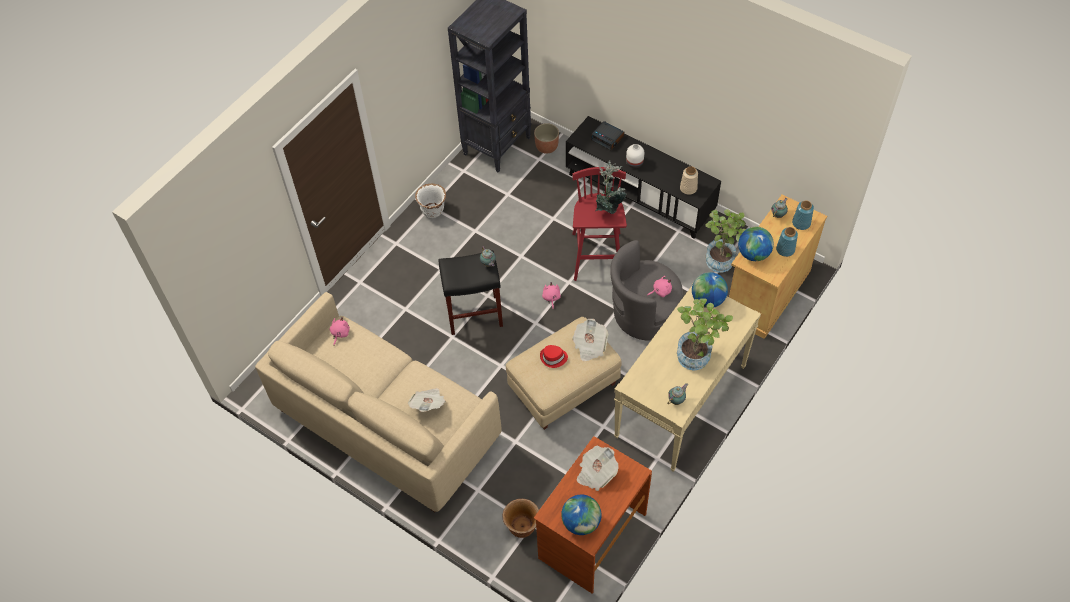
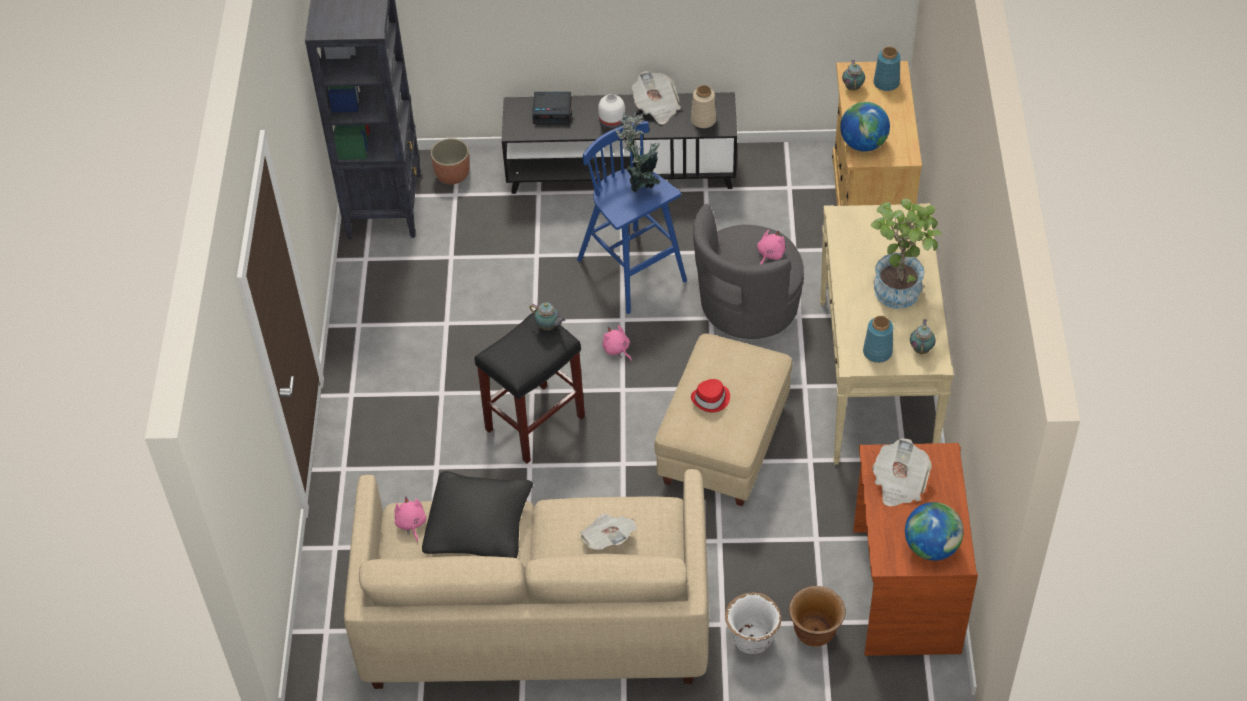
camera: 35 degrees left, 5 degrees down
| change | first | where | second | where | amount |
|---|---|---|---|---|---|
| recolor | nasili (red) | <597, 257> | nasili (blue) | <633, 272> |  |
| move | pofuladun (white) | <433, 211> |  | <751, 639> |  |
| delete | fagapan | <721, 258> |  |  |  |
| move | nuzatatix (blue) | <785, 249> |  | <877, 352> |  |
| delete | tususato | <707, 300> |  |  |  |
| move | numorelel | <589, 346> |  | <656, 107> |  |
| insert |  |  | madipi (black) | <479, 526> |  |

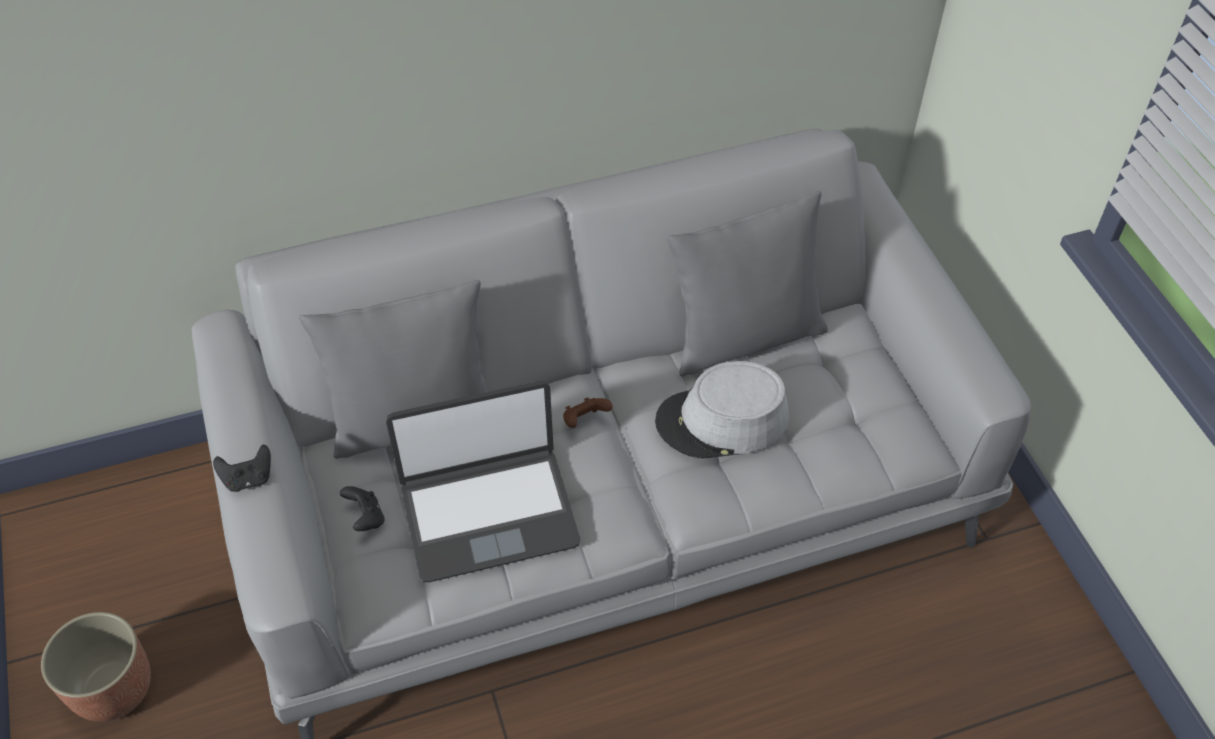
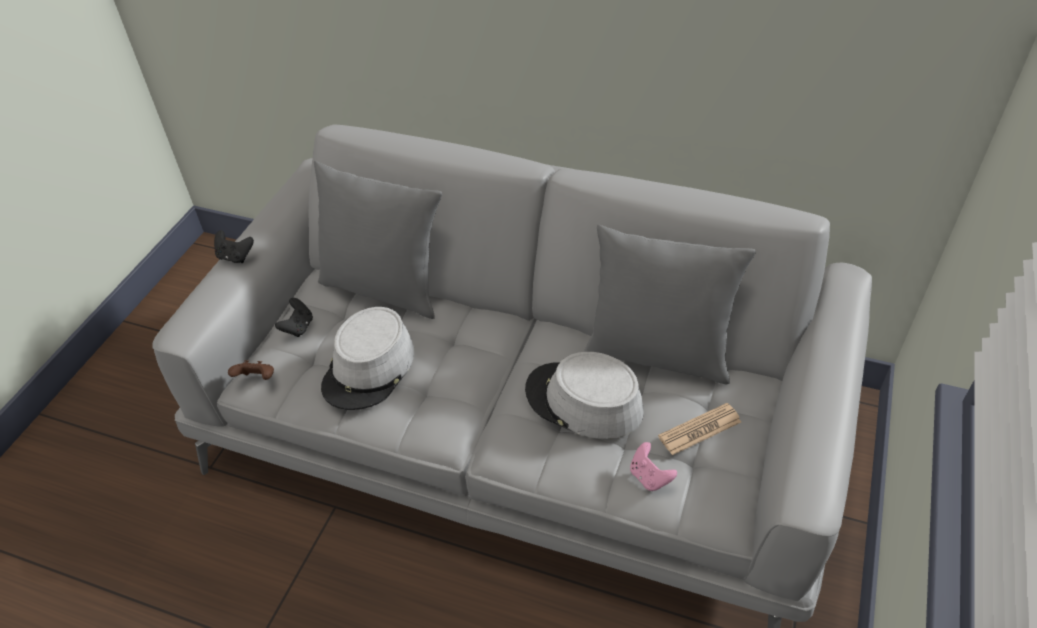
camera: 40 degrees right, 5 degrees down
| change | first | where | second | where | amount |
|---|---|---|---|---|---|
| replace | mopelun | <488, 513> | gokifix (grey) | <369, 368> |  |
| move | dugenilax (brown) | <585, 420> |  | <257, 379> |  |
| delete | pofuladun | <112, 689> |  |  |  |
| insert |  |  | numorelel | <699, 429> |  |
| insert |  |  | dugenilax (pink) | <649, 477> |  |

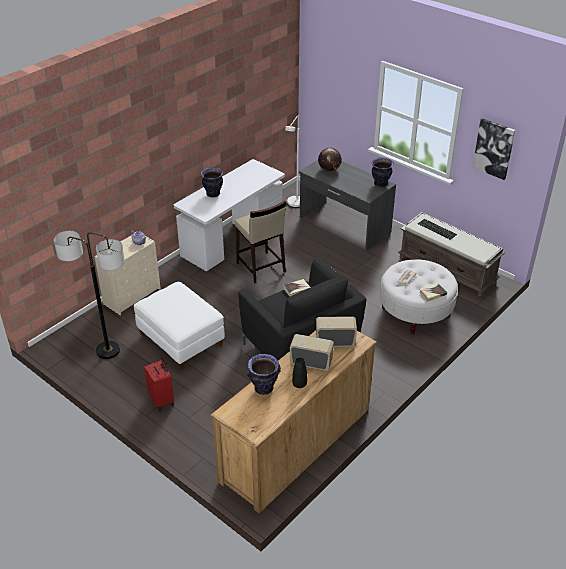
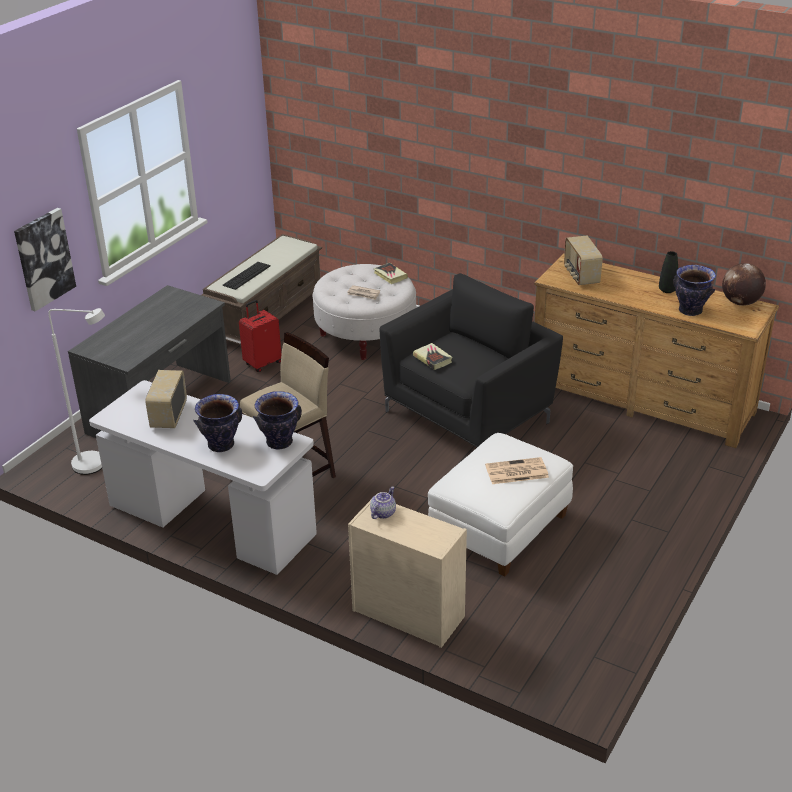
camera: 100 degrees left, 5 degrees down
| change | first | where | second | where | amount |
|---|---|---|---|---|---|
| move | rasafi | <494, 148> |  | <44, 259> |  |
| move | tususato | <329, 169> |  | <740, 303> |  |
| move | nuzatatix | <380, 184> |  | <279, 443> |  |
| delete | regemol | <108, 350> |  |  |  |
| move | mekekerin | <311, 362> |  | <168, 415> |  |
| move | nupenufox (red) | <162, 400> |  | <262, 363> |  |
| insert |  |  | numorelel | <516, 472> |  |

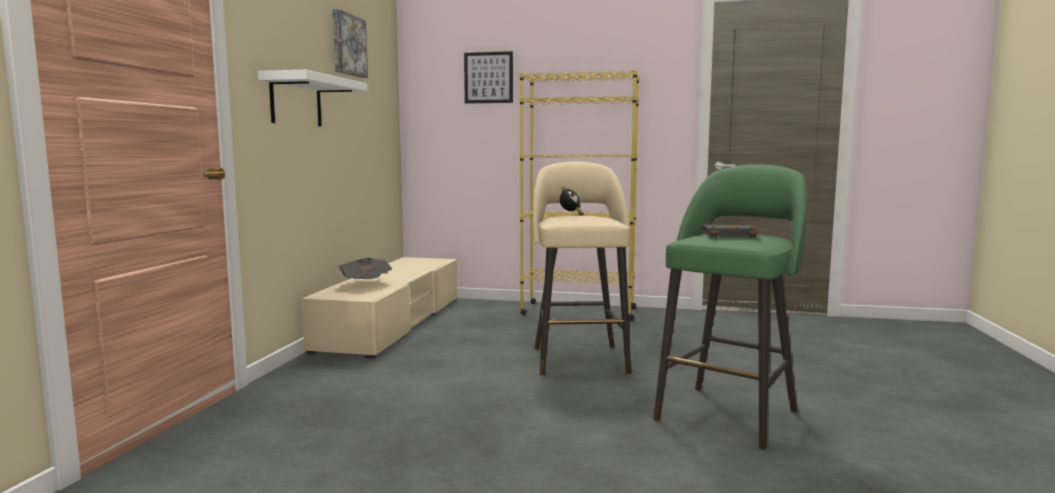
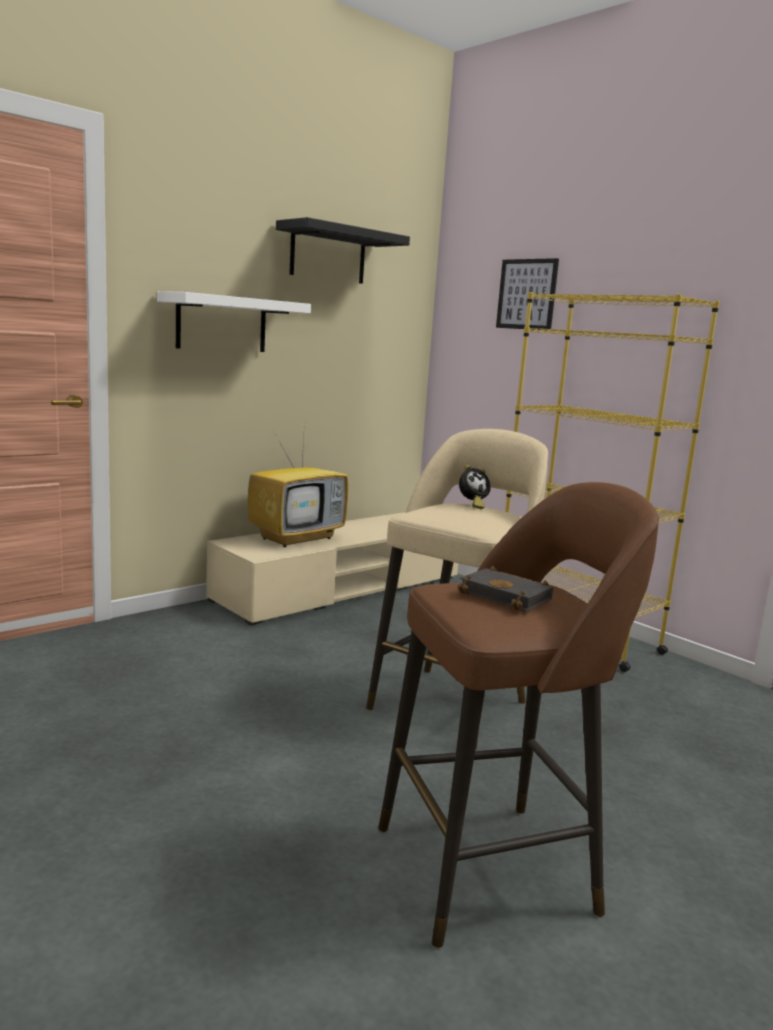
camera: 35 degrees right, 5 degrees up
| change | first | where | second | where | amount |
|---|---|---|---|---|---|
| replace | rasafi | <347, 45> | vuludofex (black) | <328, 254> |  |
| recolor | nasili (green) | <728, 414> | nasili (brown) | <491, 868> |  |
| replace | numorelel | <366, 284> | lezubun | <297, 538> |  |

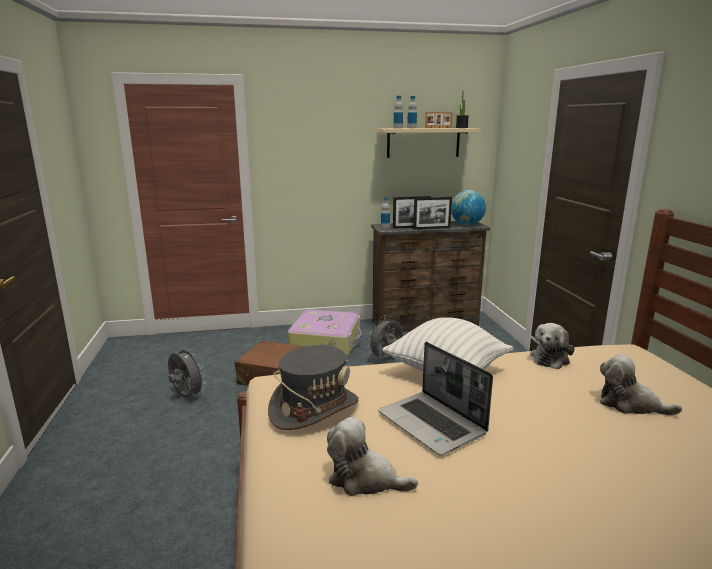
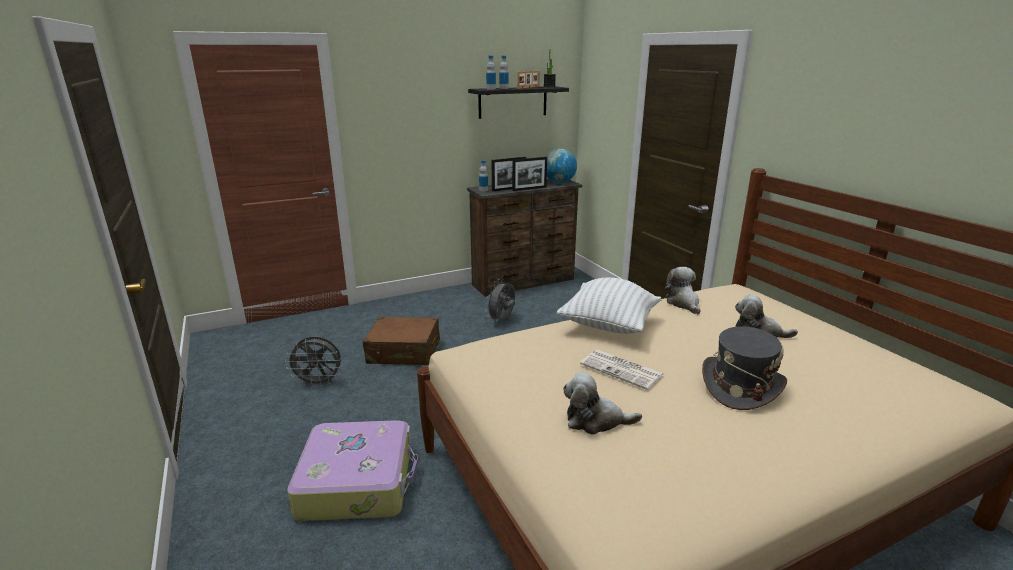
camera: 15 degrees left, 5 degrees up
| change | first | where | second | where | amount |
|---|---|---|---|---|---|
| recolor | vuludofex (beige) | <423, 142> | vuludofex (black) | <513, 102> |  |
| move | nupenufox | <326, 342> |  | <358, 482> |  |
| rotate | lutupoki | <550, 358> |  | <683, 303> | 150 degrees clockwise |
| replace | mopelun | <433, 424> | numorelel | <623, 370> |  |
| move | gokifix (grey) | <314, 408> |  | <740, 386> |  |
| rotate | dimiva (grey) | <186, 396> |  | <319, 383> | 150 degrees clockwise |

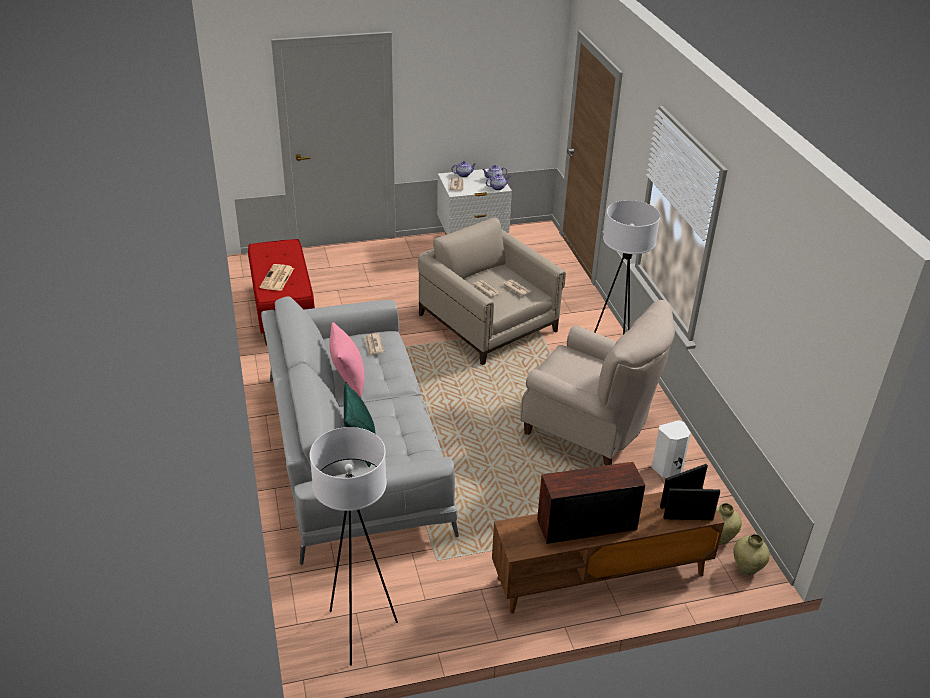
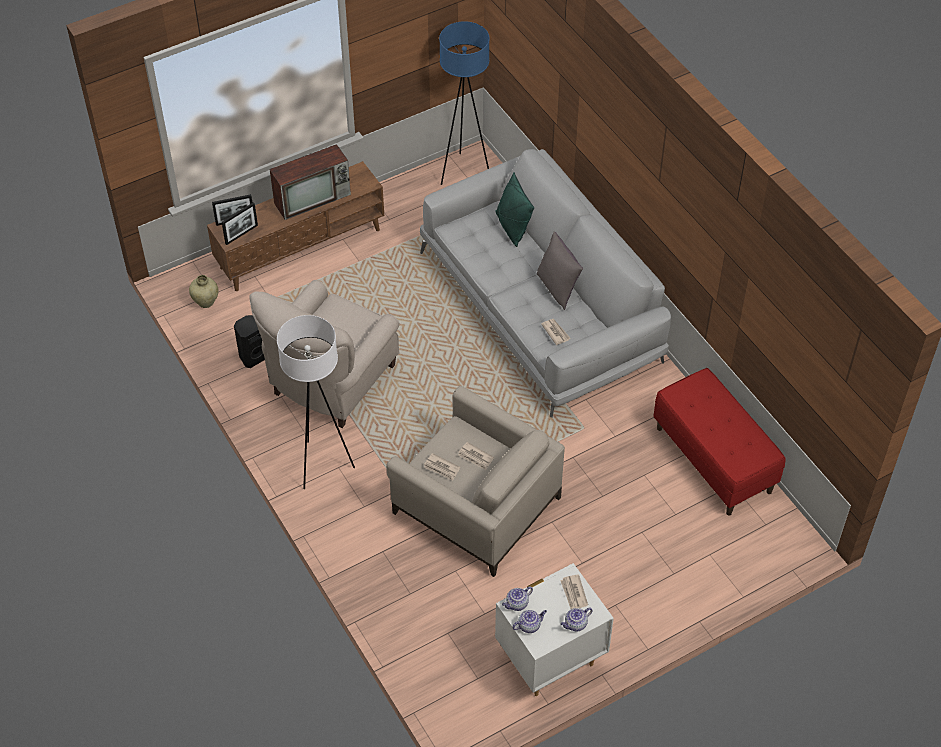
camera: 165 degrees right, 15 degrees up
| change | first | where | second | where | amount |
|---|---|---|---|---|---|
| delete | numorelel | <277, 278> |  |  |  |
| rotate | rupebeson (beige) | <590, 430> |  | <331, 383> | 75 degrees counterclockwise |
| recolor | madipi (pink) | <348, 381> | madipi (grey) | <557, 288> |  |
| recolor | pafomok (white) | <667, 469> | pafomok (black) | <253, 356> |  |
| recolor | regemol (white) | <358, 631> | regemol (blue) | <464, 173> |  |
| delete | nuzatatix (beige) | <746, 568> |  |  |  |

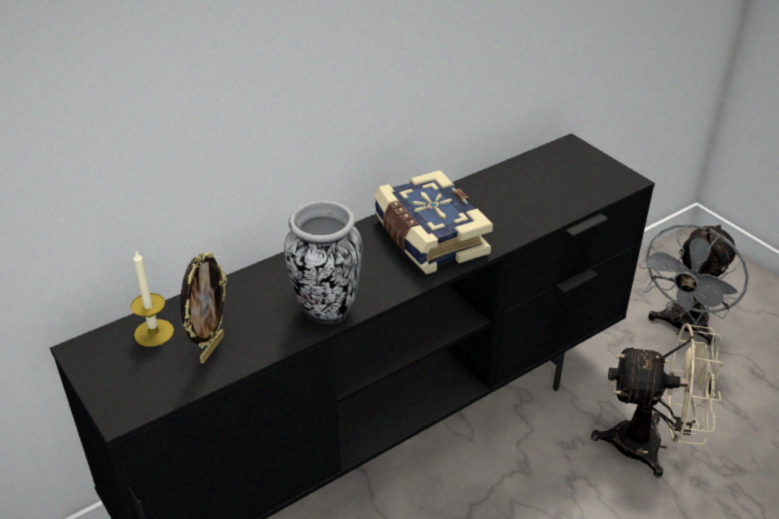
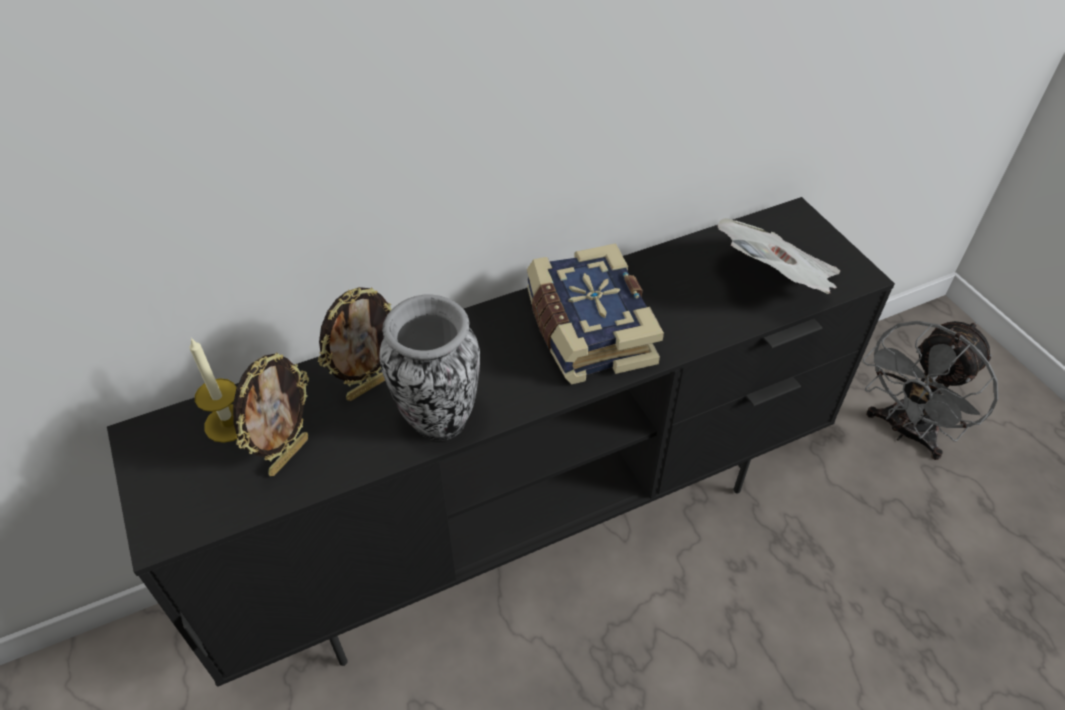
camera: 10 degrees right, 10 degrees up
| change | first | where | second | where | amount |
|---|---|---|---|---|---|
| delete | dimiva (beige) | <650, 446> |  |  |  |
| insert |  |  | numorelel | <776, 281> |  |
| insert |  |  | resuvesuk | <369, 386> |  |

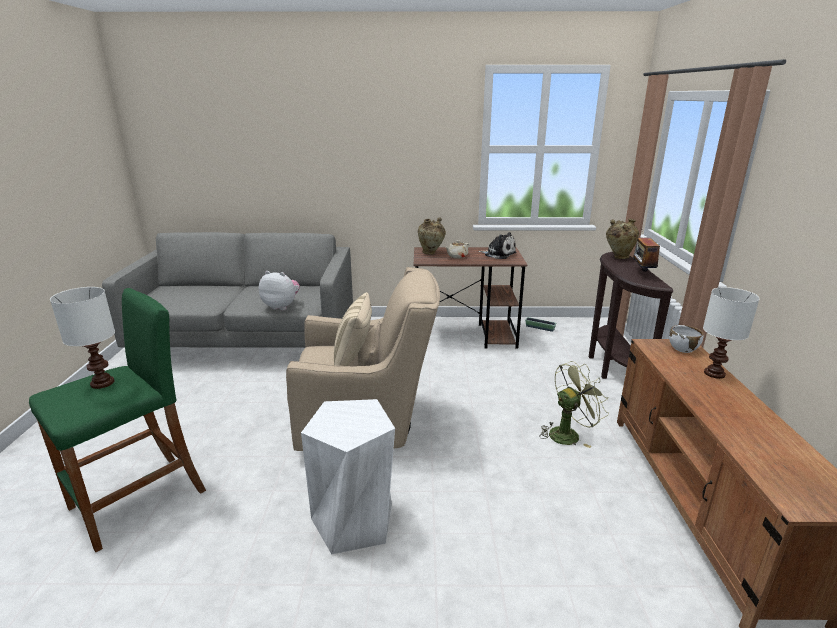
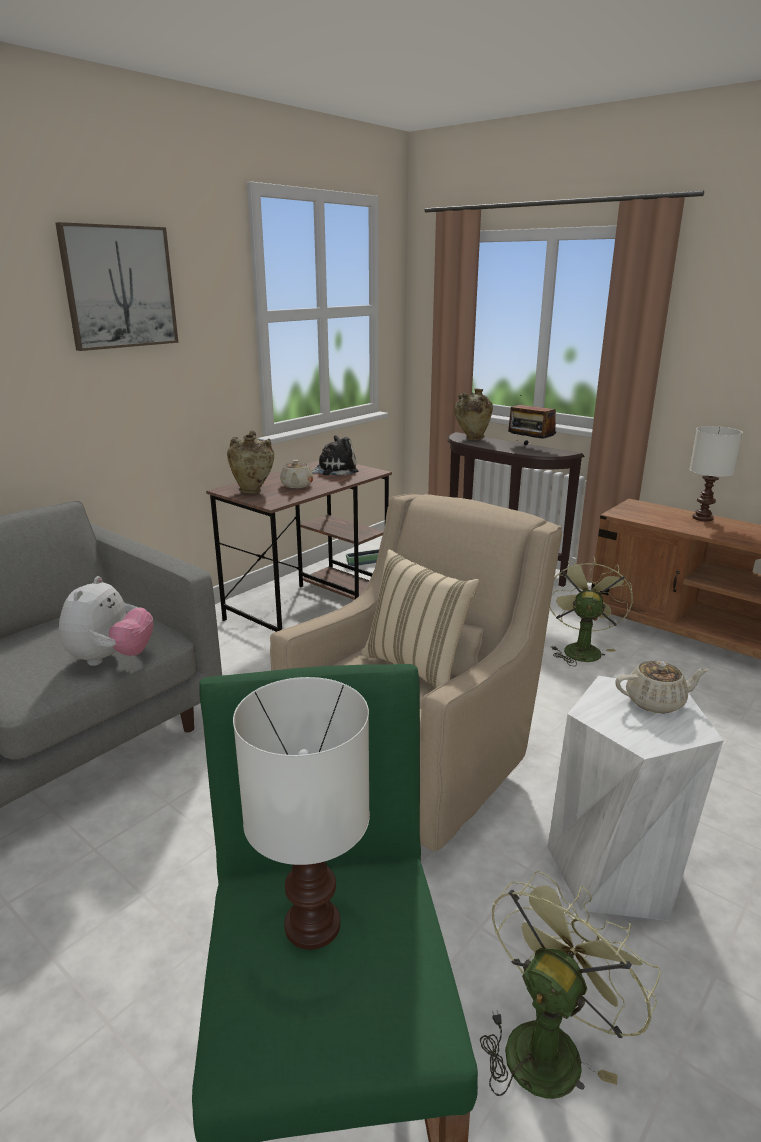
camera: 50 degrees left, 0 degrees up
| change | first | where | second | where | amount |
|---|---|---|---|---|---|
| rotate | lutupoki | <282, 306> |  | <111, 659> | 135 degrees clockwise |
| delete | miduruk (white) | <683, 349> |  |  |  |
| insert |  |  | rasafi | <119, 287> |  |
| insert |  |  | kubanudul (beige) | <656, 702> |  |
| insert |  |  | dimiva (green) | <548, 1043> |  |

